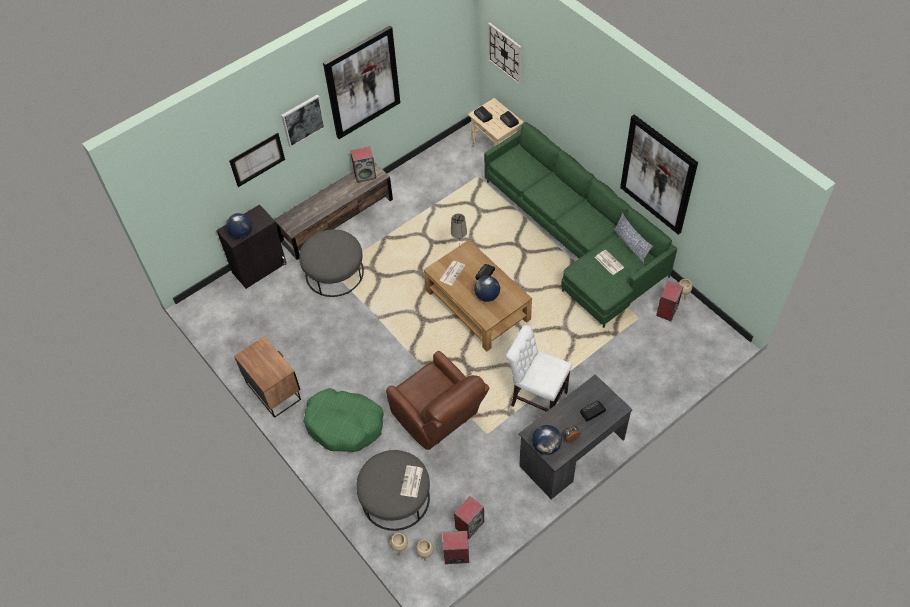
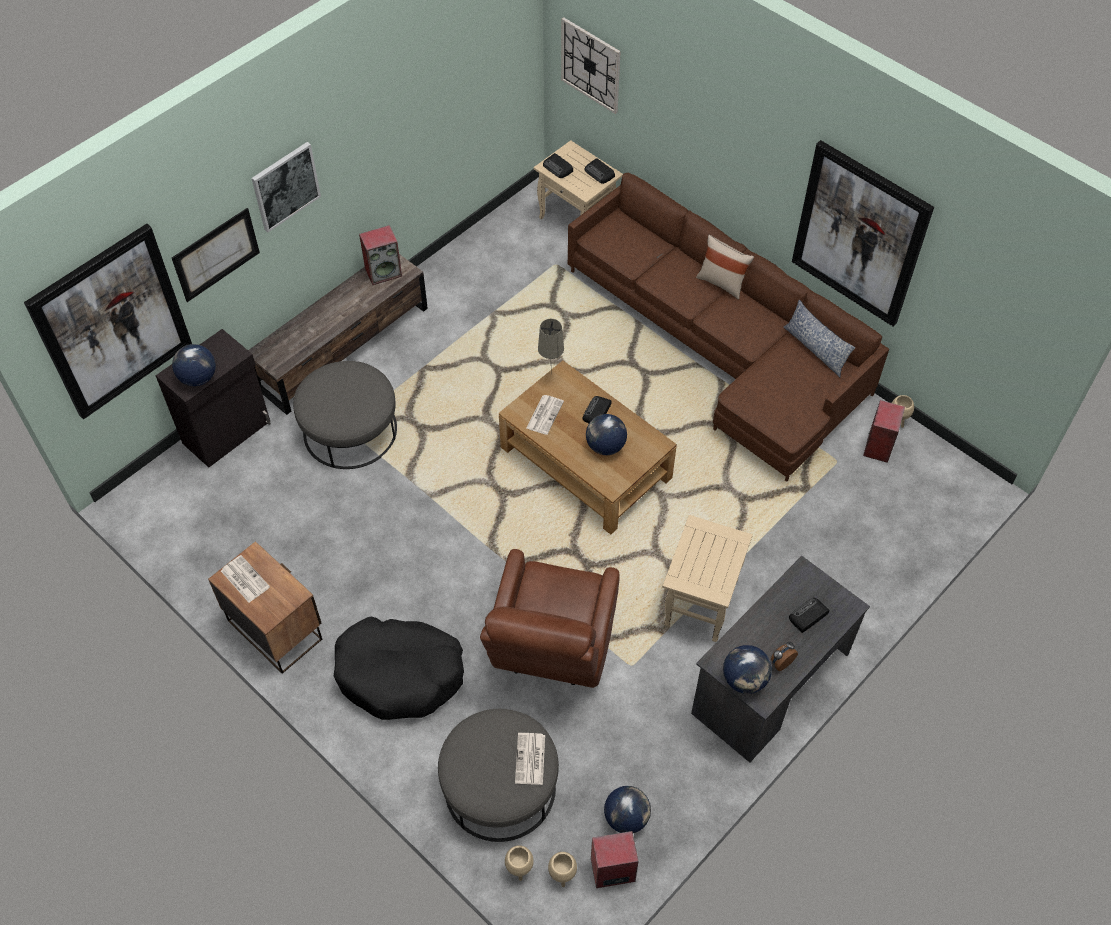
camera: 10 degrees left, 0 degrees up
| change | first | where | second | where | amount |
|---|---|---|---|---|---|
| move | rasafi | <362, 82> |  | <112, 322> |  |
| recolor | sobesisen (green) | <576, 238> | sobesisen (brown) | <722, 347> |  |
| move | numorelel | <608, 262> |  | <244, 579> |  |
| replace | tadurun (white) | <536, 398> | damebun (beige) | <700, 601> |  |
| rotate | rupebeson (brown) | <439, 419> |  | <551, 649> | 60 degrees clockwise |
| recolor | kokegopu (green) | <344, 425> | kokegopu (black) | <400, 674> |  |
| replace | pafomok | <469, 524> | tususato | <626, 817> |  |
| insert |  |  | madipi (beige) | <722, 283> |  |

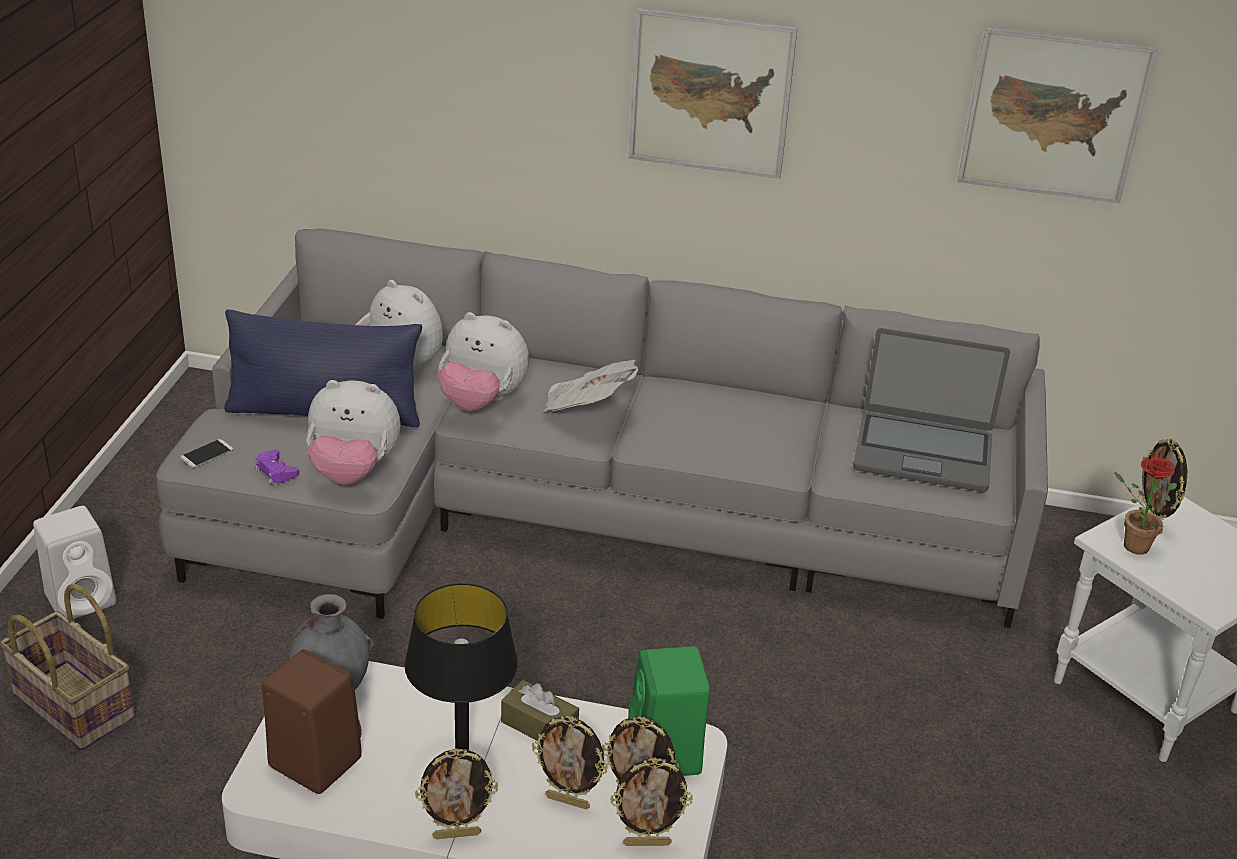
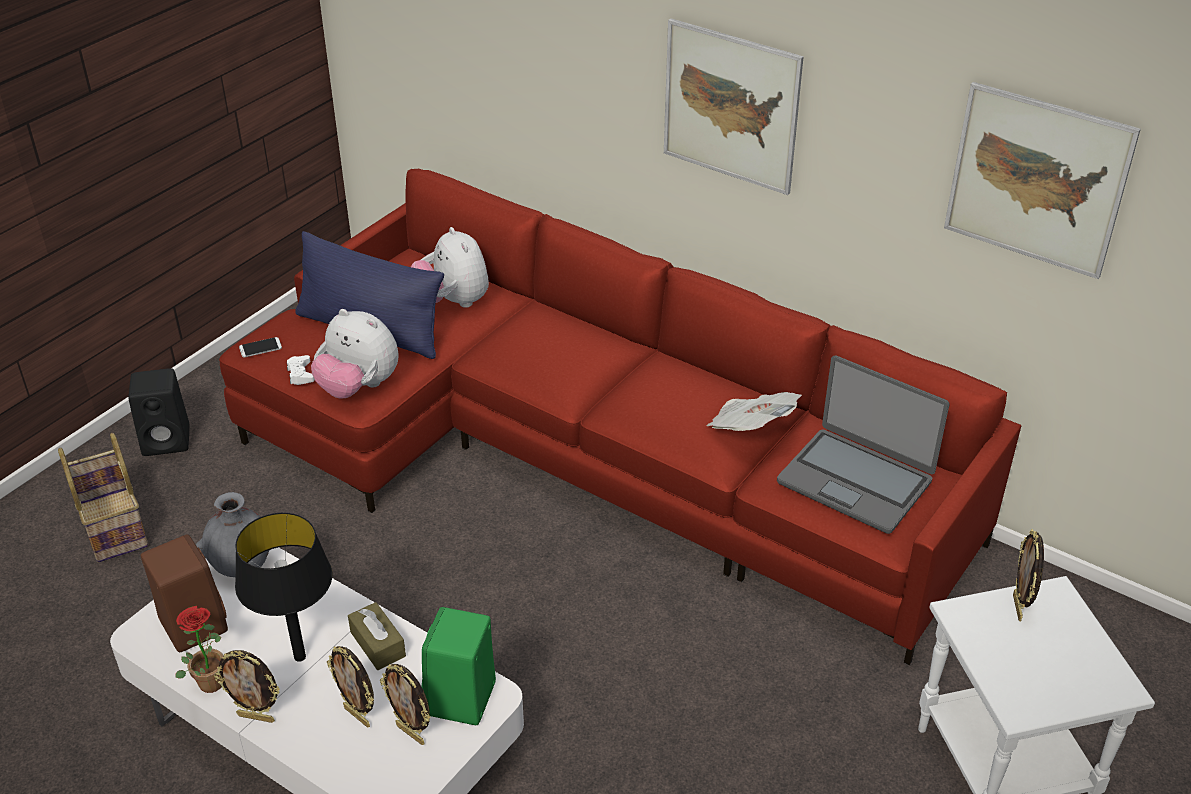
camera: 25 degrees right, 5 degrees up
| change | first | where | second | where | amount |
|---|---|---|---|---|---|
| recolor | sobesisen (grey) | <582, 511> | sobesisen (red) | <587, 458> |  |
| delete | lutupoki | <481, 401> |  |  |  |
| move | numorelel | <587, 407> |  | <751, 429> |  |
| recolor | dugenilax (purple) | <276, 471> | dugenilax (white) | <300, 374> |  |
| move | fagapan | <1130, 545> |  | <208, 680> |  |
| recolor | pafomok (white) | <83, 599> | pafomok (black) | <168, 440> |  |
| delete | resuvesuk | <647, 843> |  |  |  |

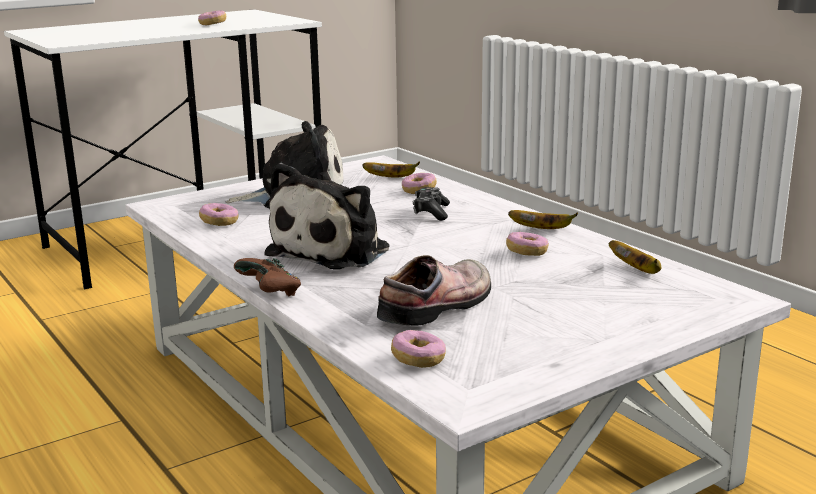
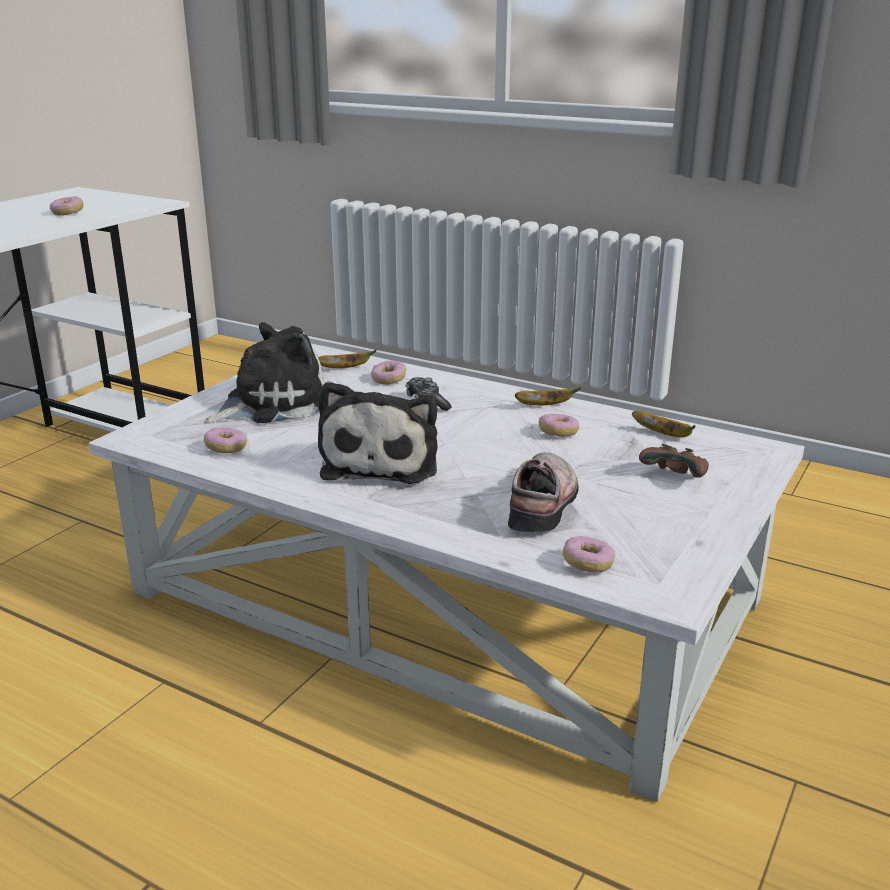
camera: 25 degrees left, 5 degrees up
| change | first | where | second | where | amount |
|---|---|---|---|---|---|
| move | dugenilax (brown) | <270, 293> |  | <675, 477> |  |

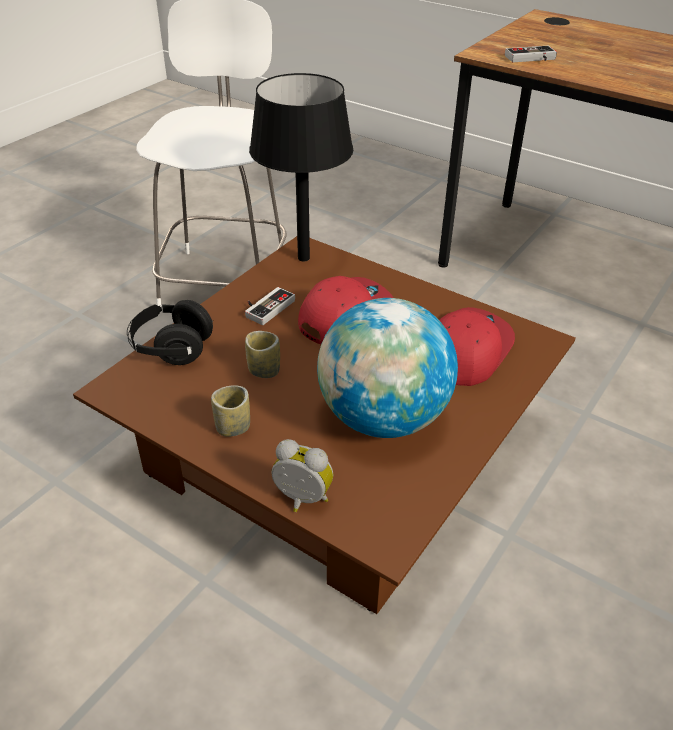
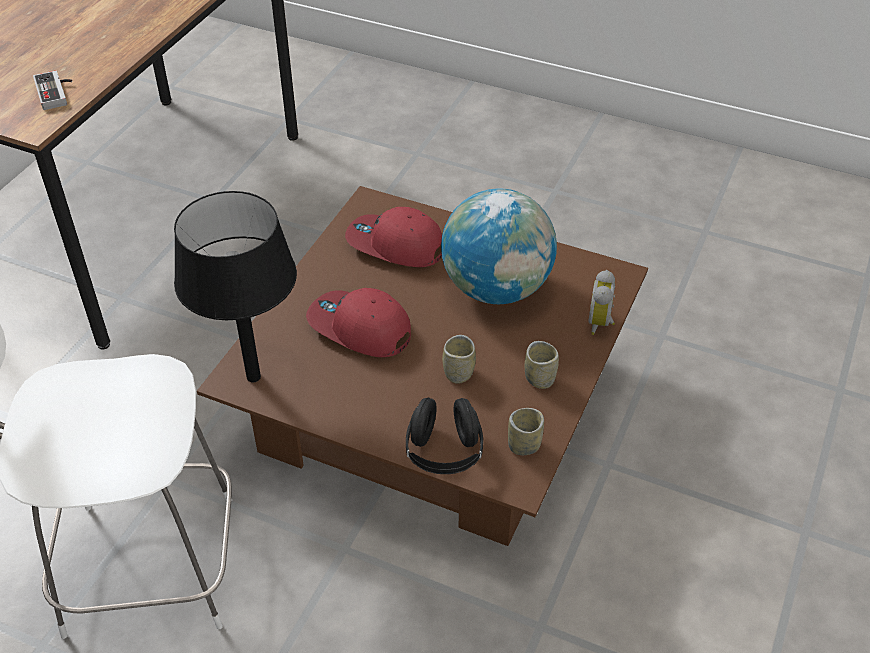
camera: 100 degrees left, 5 degrees up
| change | first | where | second | where | amount |
|---|---|---|---|---|---|
| delete | dugenilax | <266, 307> |  |  |  |
| insert |  |  | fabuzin | <524, 445> |  |

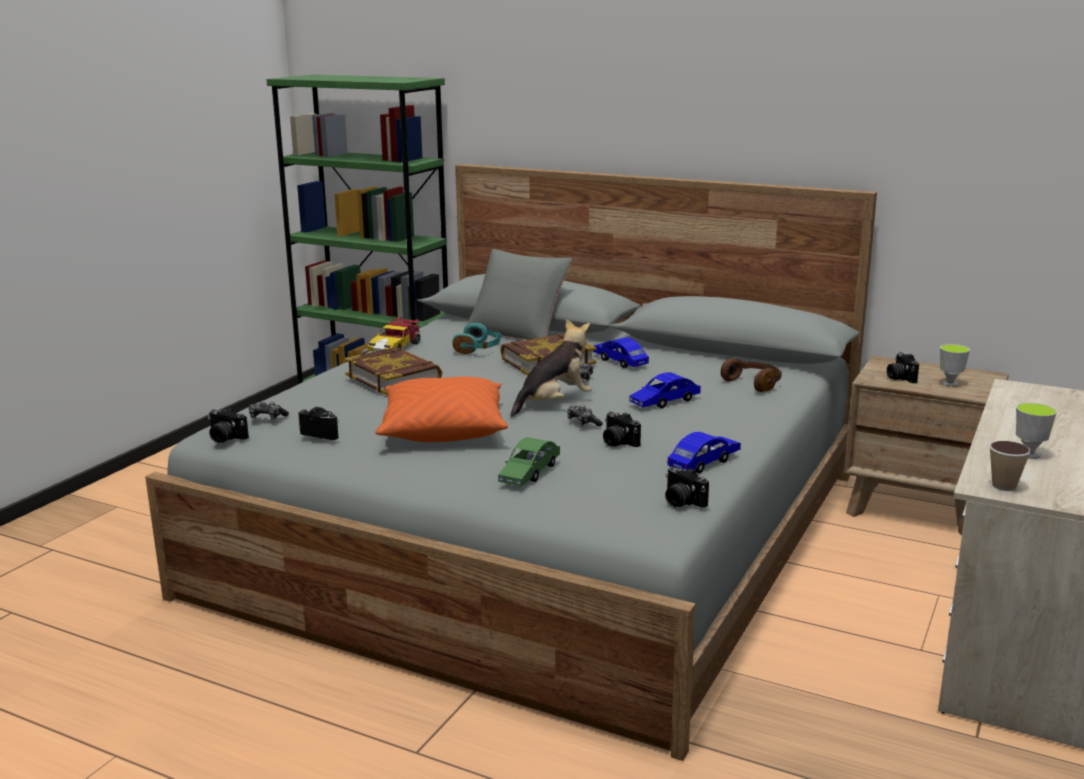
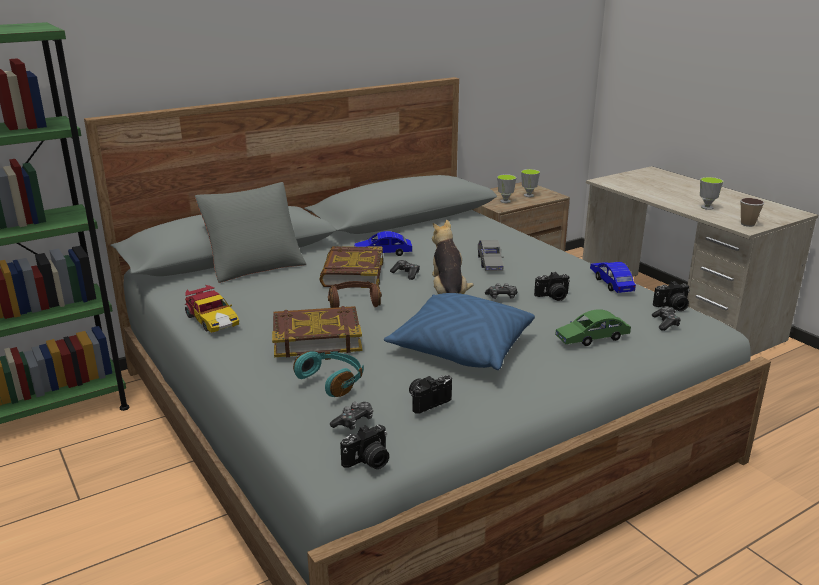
camera: 60 degrees left, 5 degrees up
| change | first | where | second | where | amount |
|---|---|---|---|---|---|
| move | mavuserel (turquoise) | <479, 348> |  | <332, 381> |  |
| replace | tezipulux | <900, 378> | fabuzin | <505, 201> |  |
| move | mavuserel (brown) | <753, 383> |  | <354, 302> |  |
| recolor | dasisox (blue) | <665, 402> | dasisox (grey) | <489, 263> |  |
| recolor | madipi (orange) | <443, 429> | madipi (blue) | <461, 349> |  |
| rotate | dasisox (green) | <530, 473> |  | <592, 338> | 105 degrees clockwise |
| insert |  |  | dugenilax | <665, 323> |  |

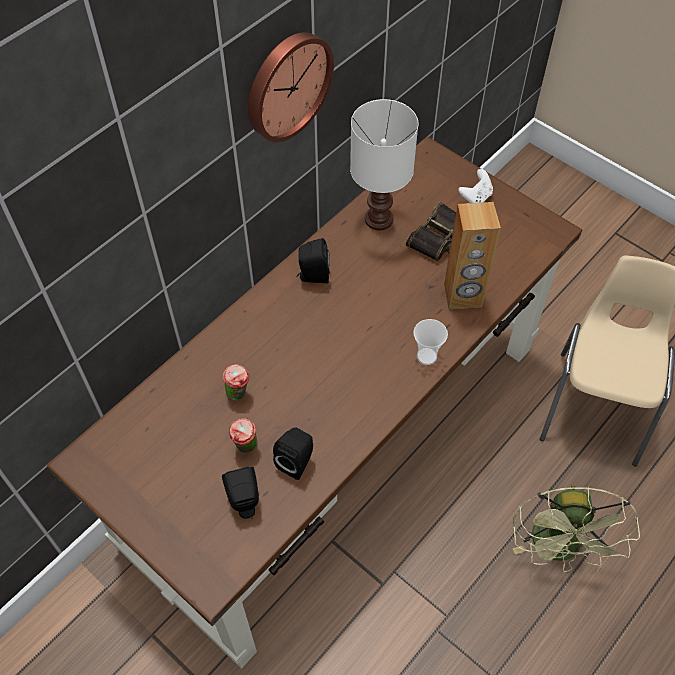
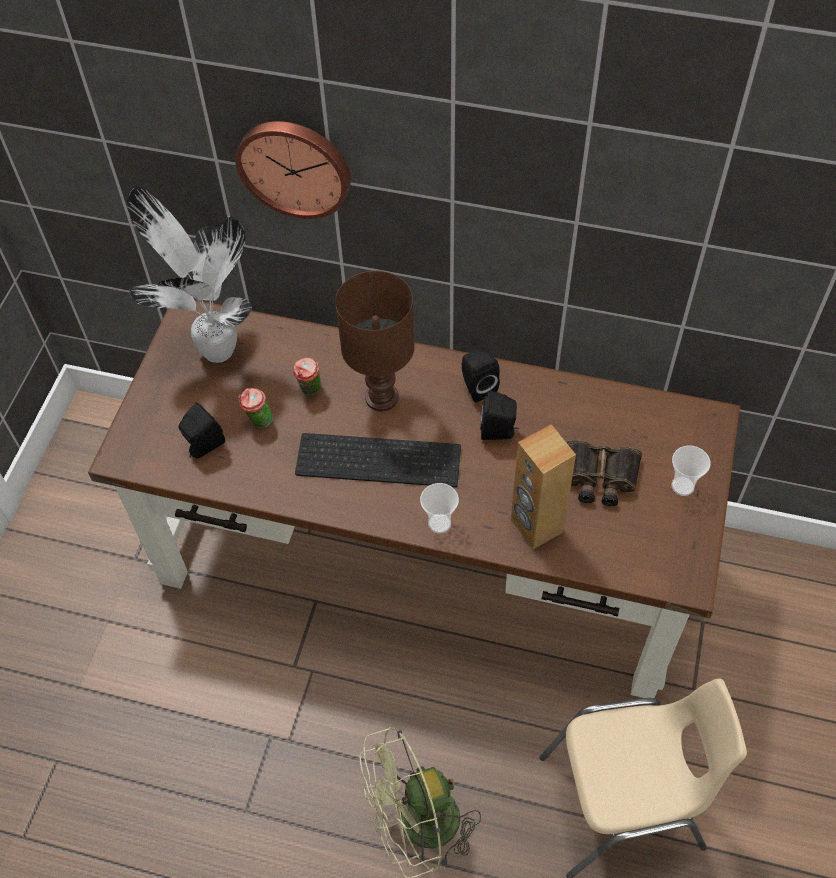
camera: 65 degrees right, 0 degrees up
| change | first | where | second | where | amount |
|---|---|---|---|---|---|
| move | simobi | <286, 85> |  | <295, 166> |  |
| delete | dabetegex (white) | <379, 220> |  |  |  |
| replace | dugenilax (white) | <475, 197> | fabuzin | <682, 486> |  |
| move | pafomok (black) | <297, 461> |  | <499, 432> |  |
| insert |  |  | fagapan | <215, 349> |  |
| insert |  |  | dabetegex (brown) | <383, 398> |  |
| insert |  |  | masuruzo | <380, 458> |  |

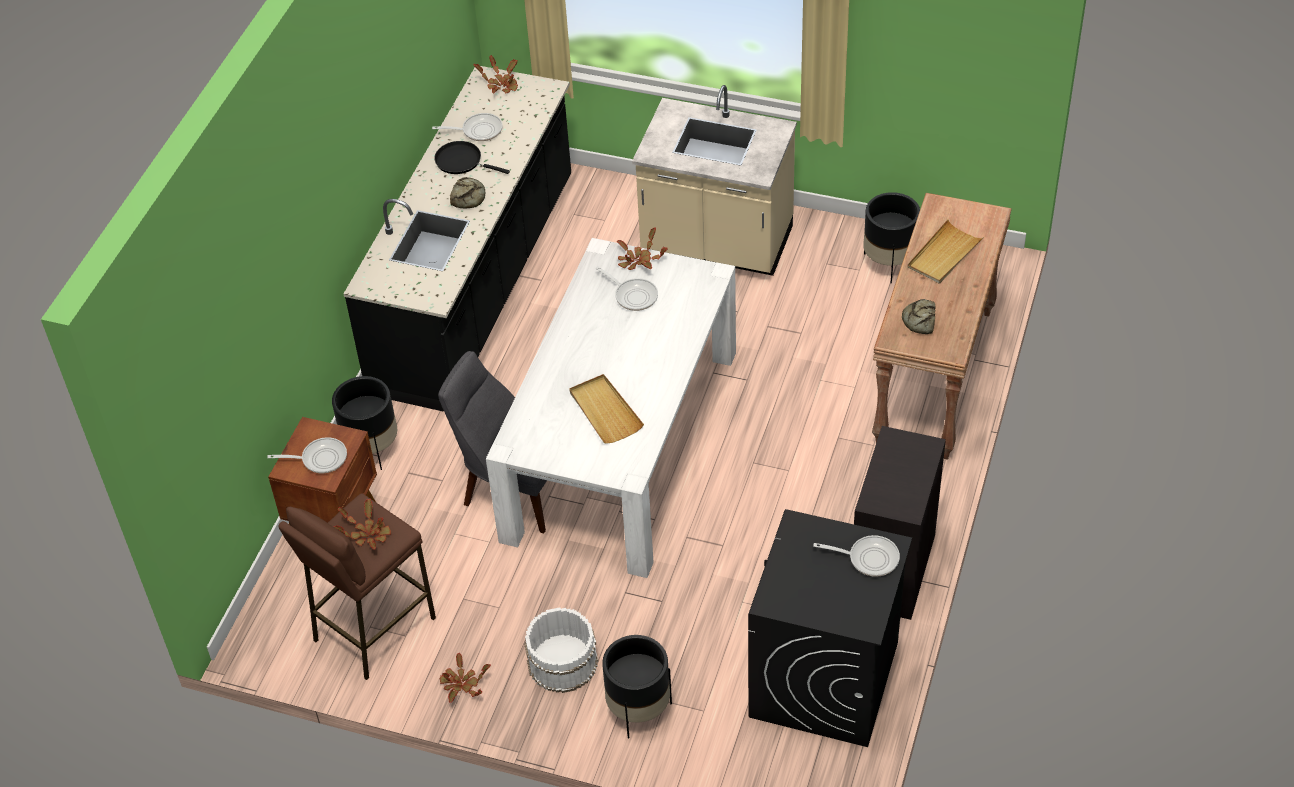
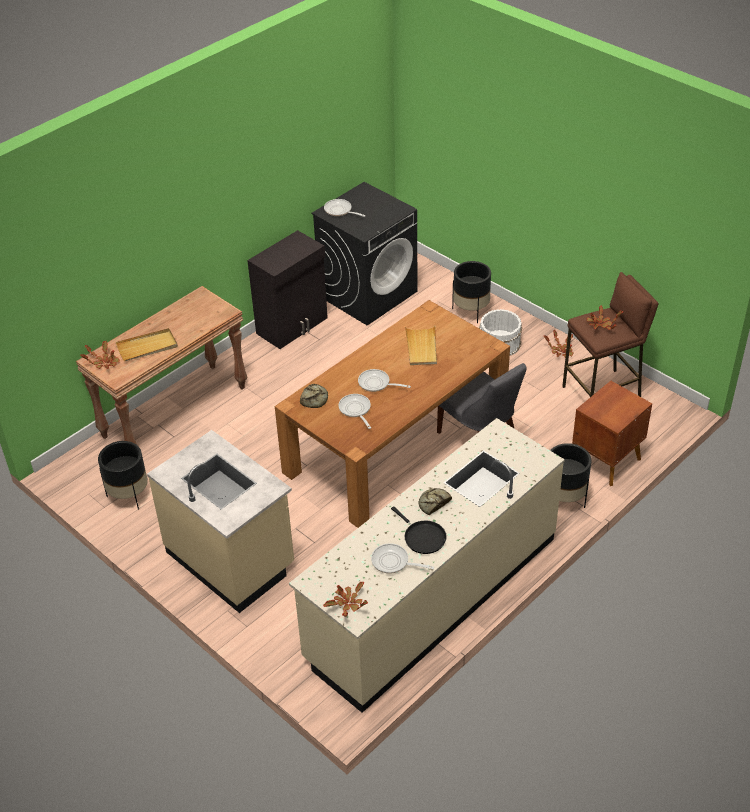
camera: 155 degrees left, 5 degrees down
| change | first | where | second | where | amount |
|---|---|---|---|---|---|
| recolor | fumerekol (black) | <476, 285> | fumerekol (beige) | <432, 597> |  |
| move | fagapan | <638, 260> |  | <104, 362> |  |
| recolor | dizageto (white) | <621, 444> | dizageto (brown) | <396, 442> |  |
| move | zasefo | <920, 320> |  | <315, 399> |  |
| move | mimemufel | <320, 459> |  | <376, 384> |  |

